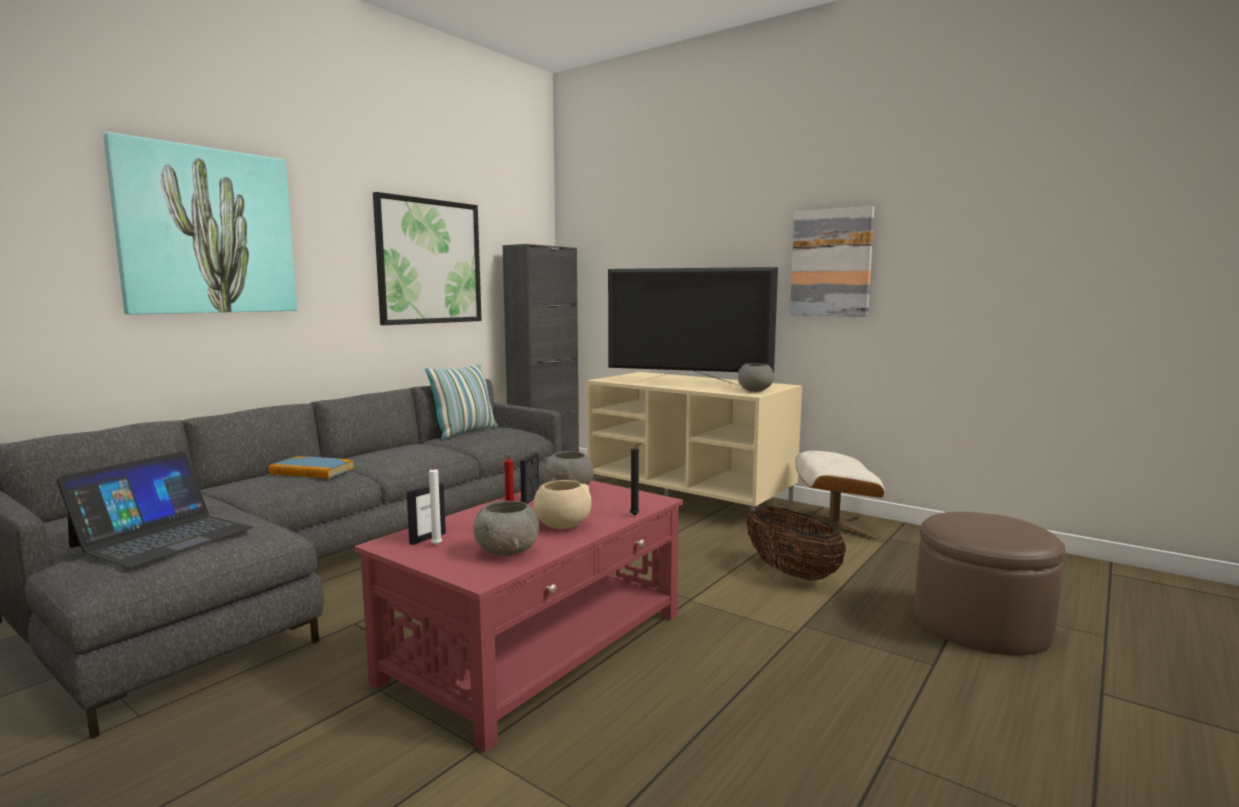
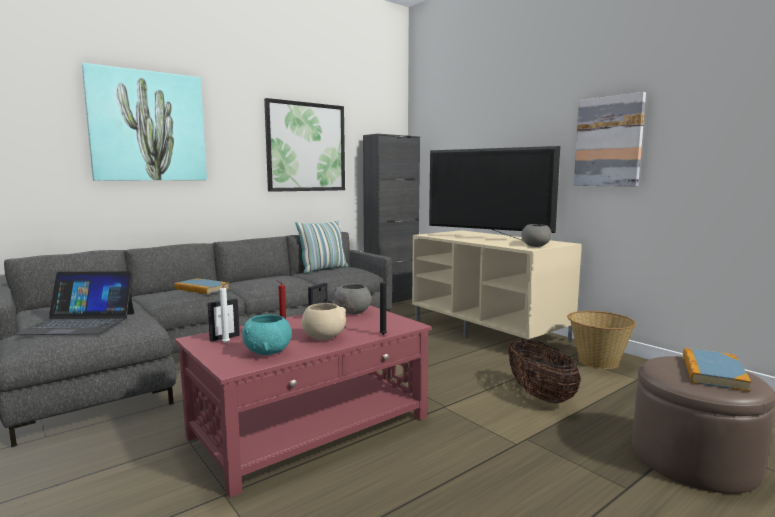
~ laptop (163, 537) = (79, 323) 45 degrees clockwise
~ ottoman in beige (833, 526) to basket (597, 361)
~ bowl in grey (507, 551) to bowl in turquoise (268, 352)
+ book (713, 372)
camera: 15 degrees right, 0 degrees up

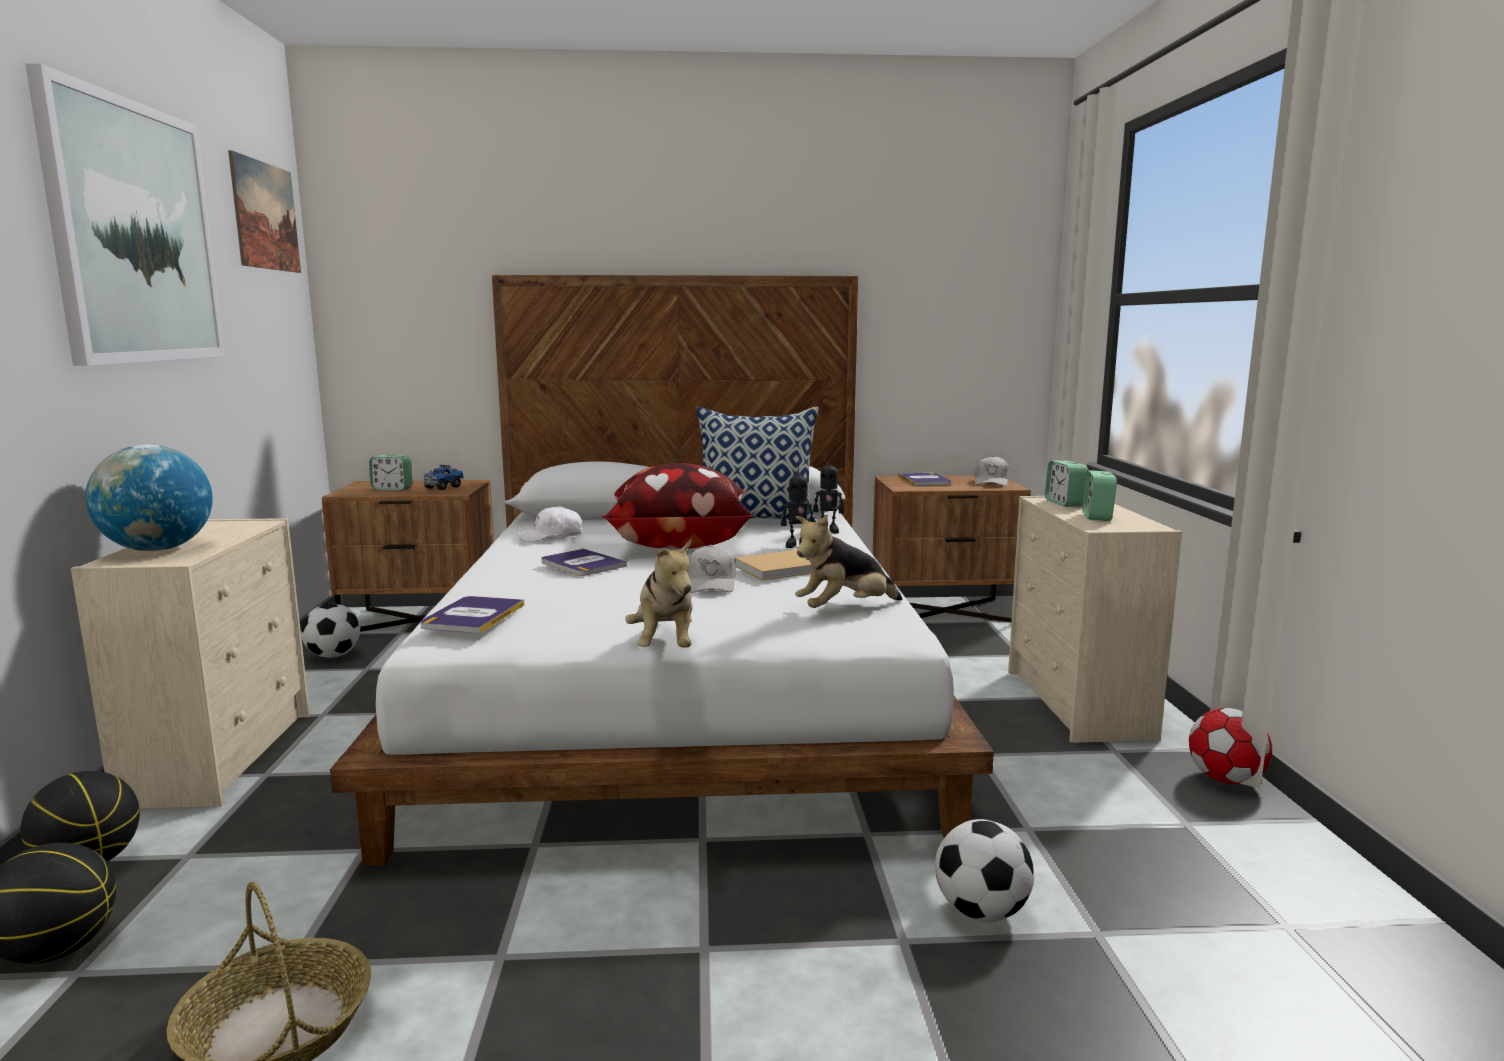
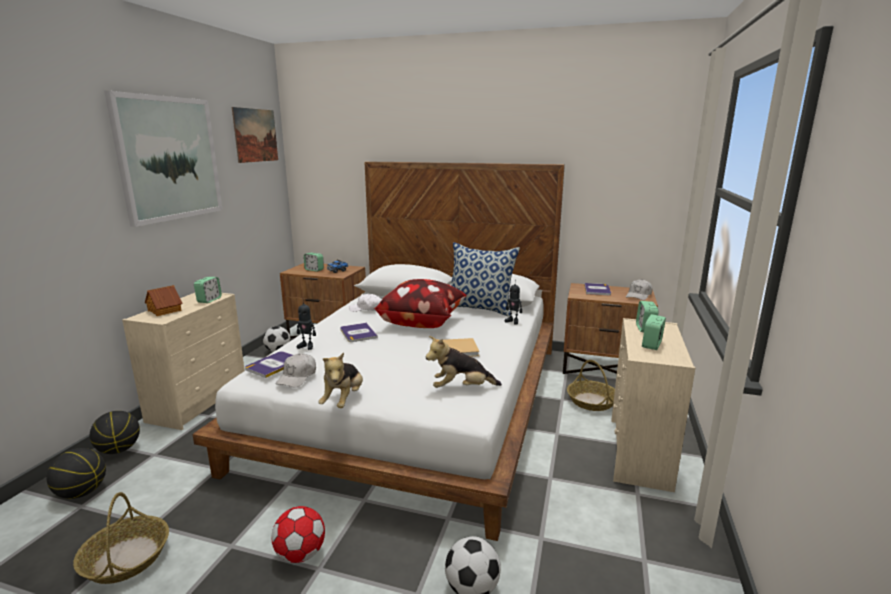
~ globe (157, 549) to toy house (164, 310)
~ toy robot (797, 545) to (307, 346)
~ cap in white (711, 584) to (297, 377)
~ football (1225, 779) to (300, 554)
+ alarm clock (209, 300)
+ basket (592, 401)
camera: 20 degrees right, 5 degrees up

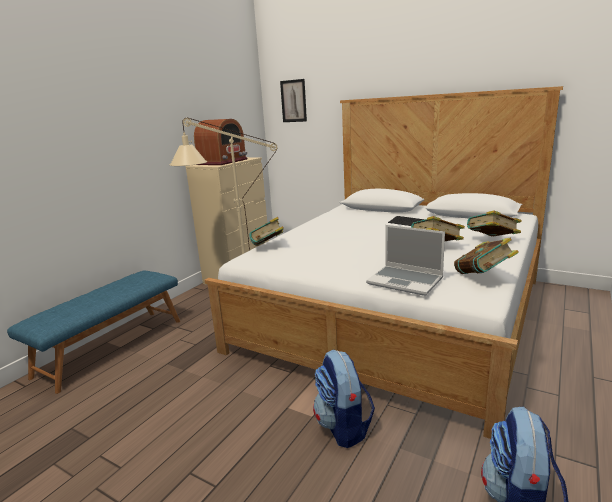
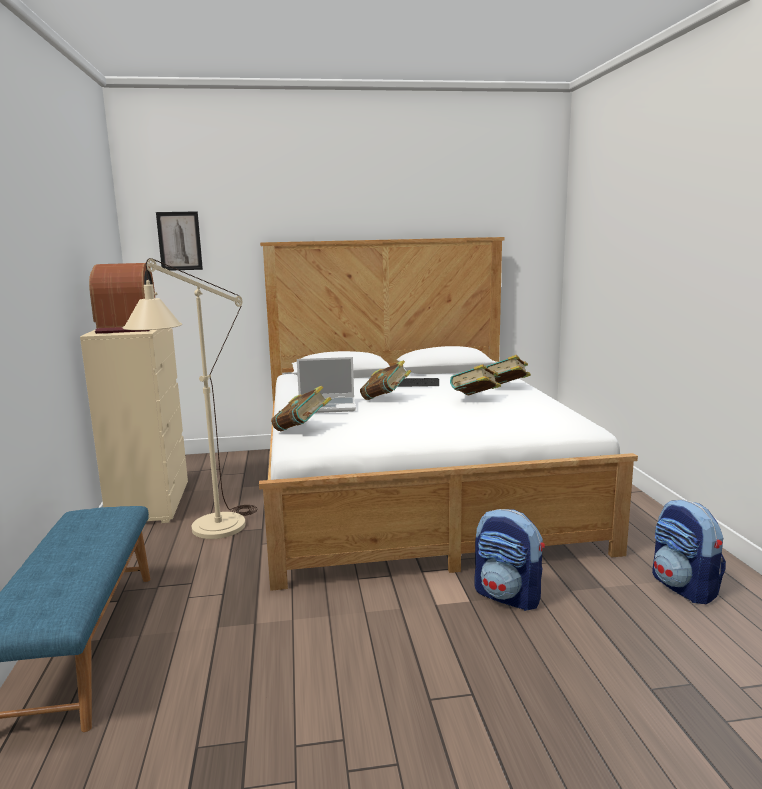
~ laptop (406, 281) to (327, 406)
~ book (483, 277) to (385, 399)
camera: 40 degrees left, 5 degrees down

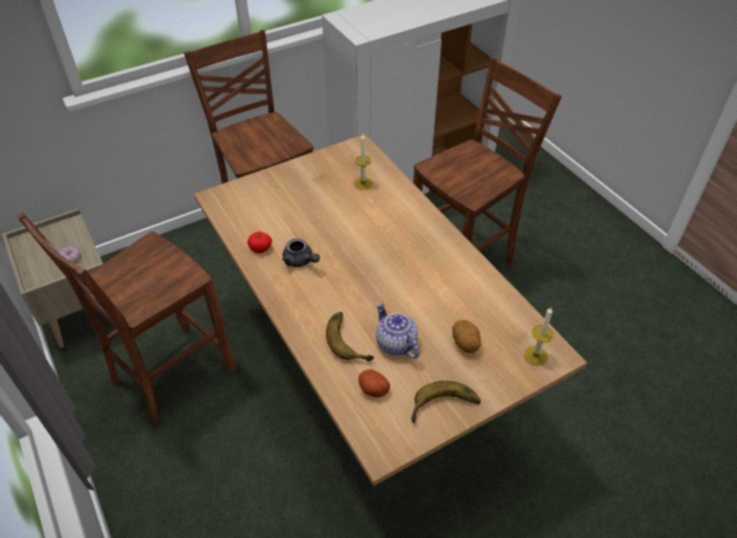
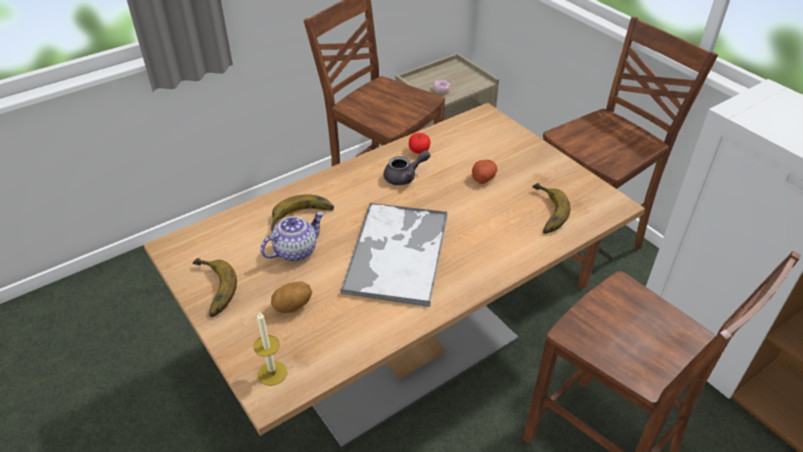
~ candle (363, 183) to banana (543, 212)
~ teapot in grey (300, 261) = (405, 177) 150 degrees counterclockwise
~ potato (372, 388) to (483, 177)
+ tray (397, 252)
camera: 85 degrees right, 5 degrees down

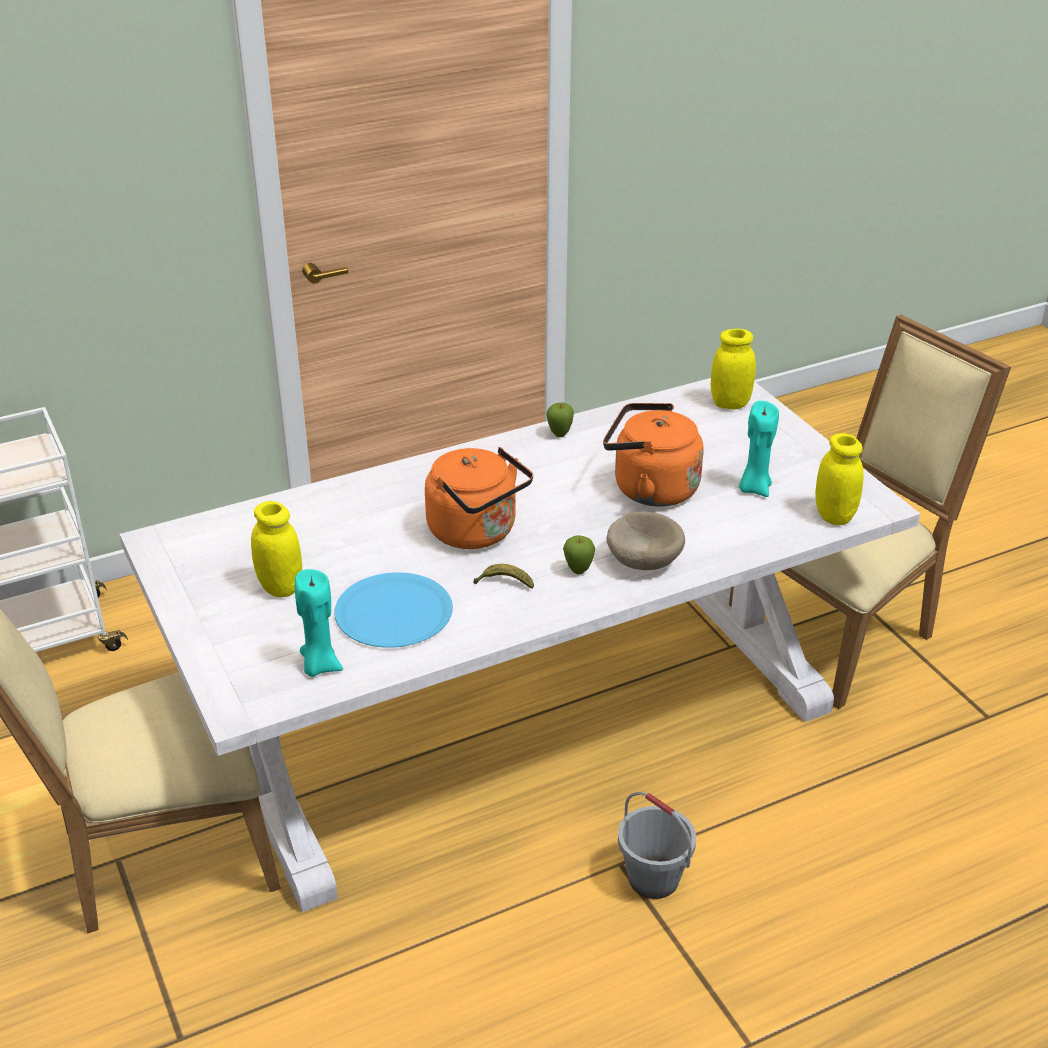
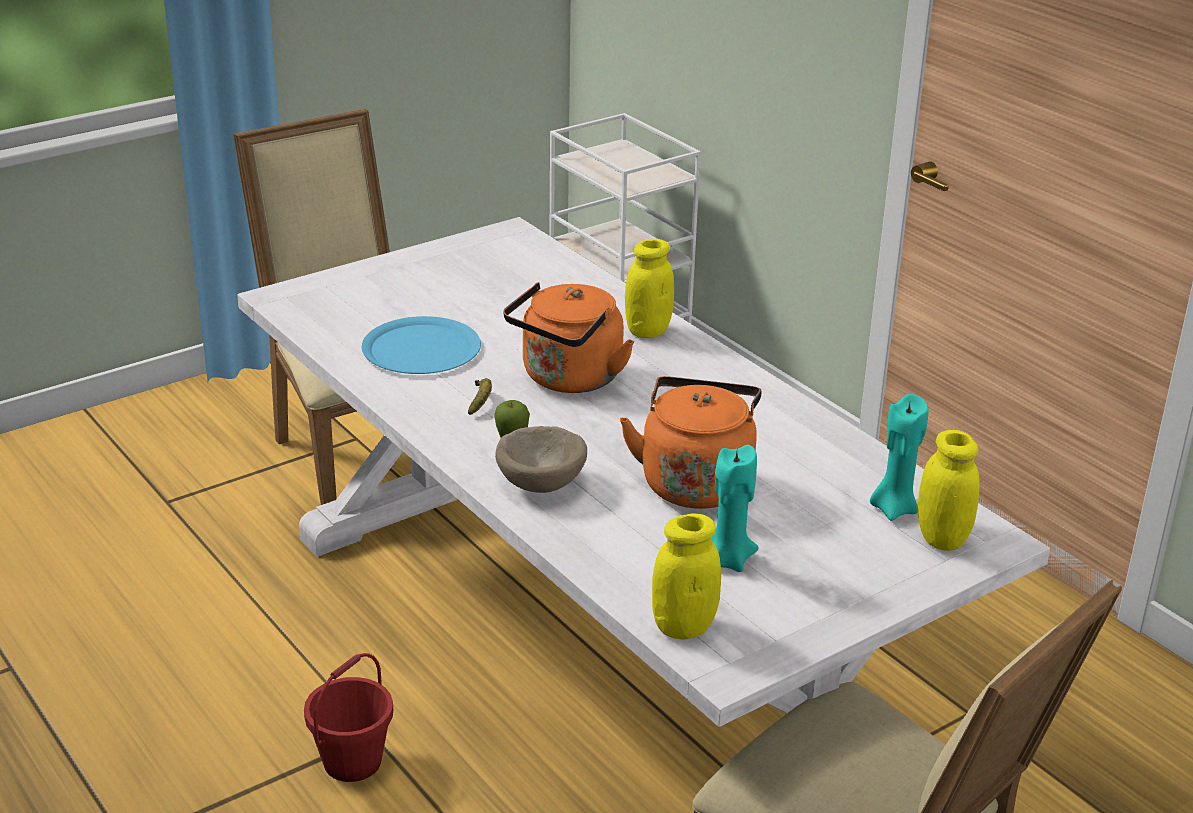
- apple (559, 435)
~ jar in yellow (280, 587) to (647, 331)
~ candle in turquoise (319, 666) to (893, 508)
~ bucket in grey (652, 879) to bucket in red (352, 761)
camera: 80 degrees right, 5 degrees down

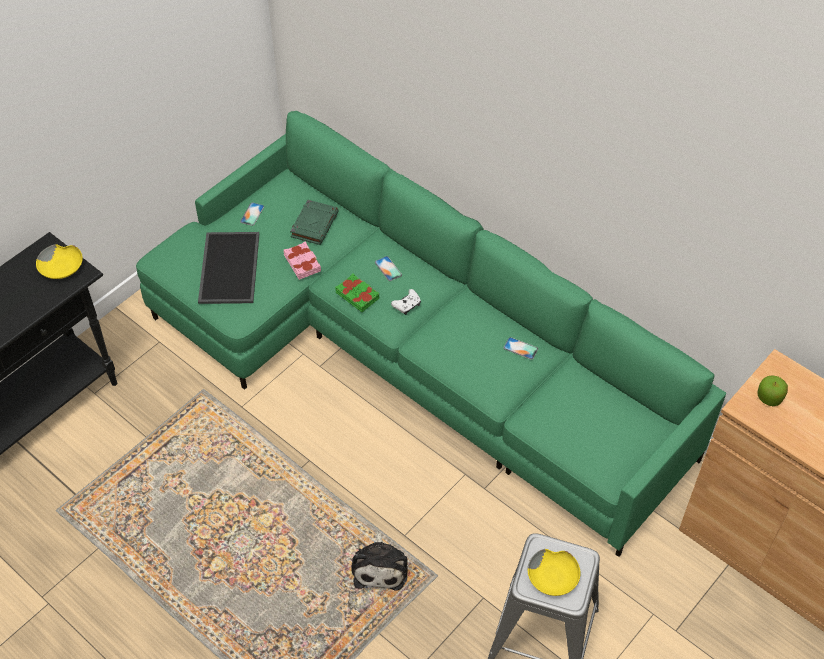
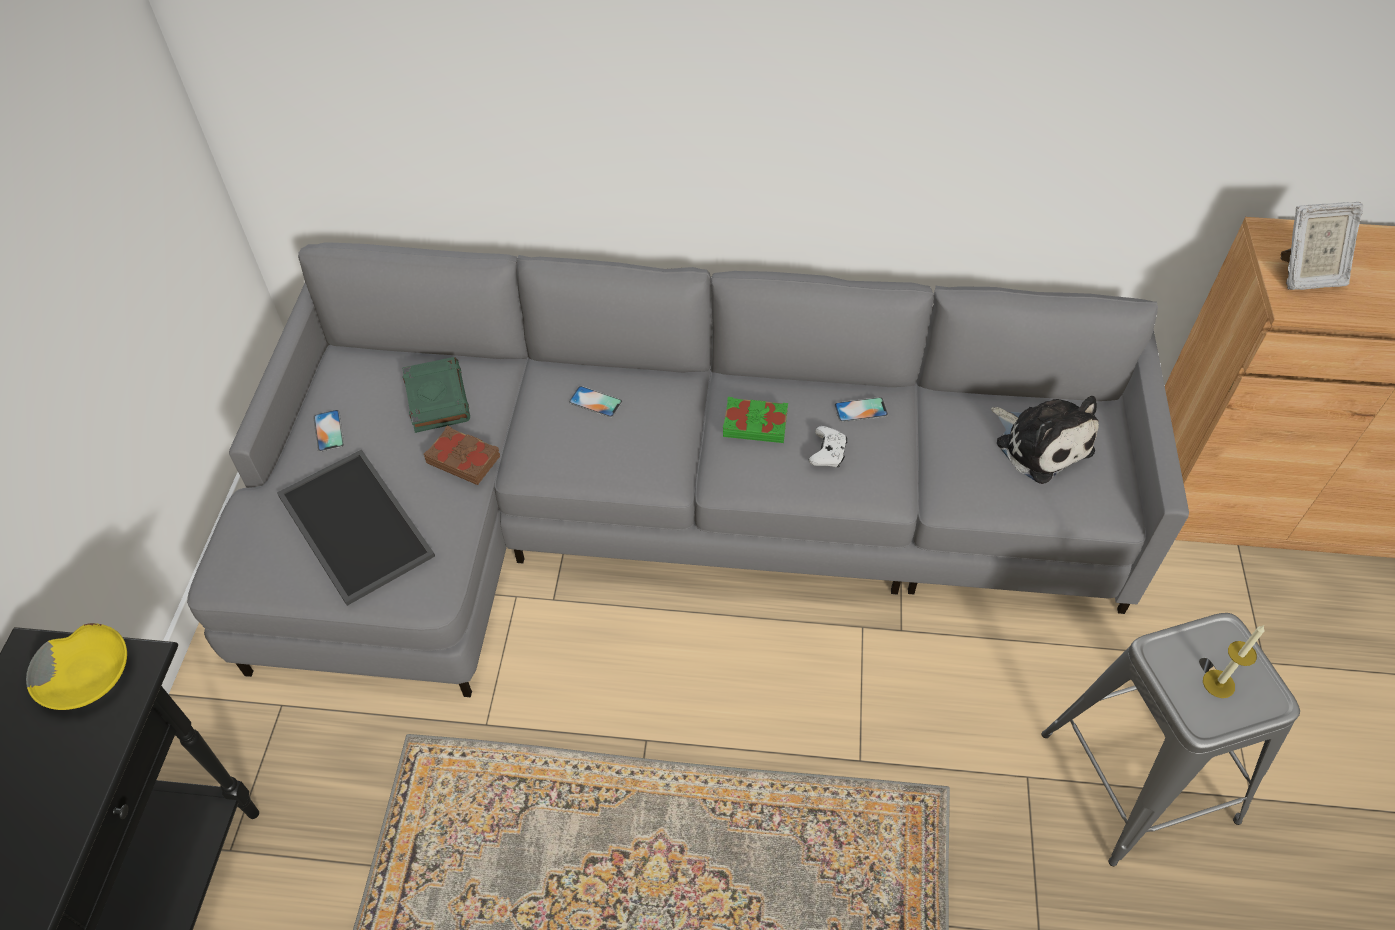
~ sofa in green (410, 355) to sofa in grey (662, 514)
~ book in pink (303, 263) to book in brown (464, 459)
~ book in green (357, 295) to (755, 424)
~ game controller in white (407, 305) to (828, 453)
~ apple (769, 397) to picture frame (1306, 275)
~ plush toy (380, 566) to (1040, 444)
~ bowl in yellow (554, 577) to candle (1218, 683)
camera: 35 degrees left, 0 degrees up

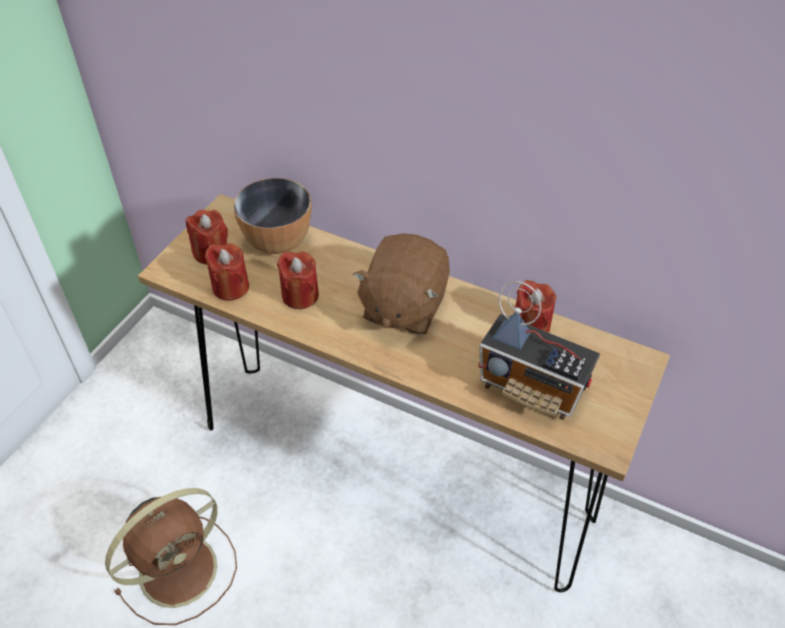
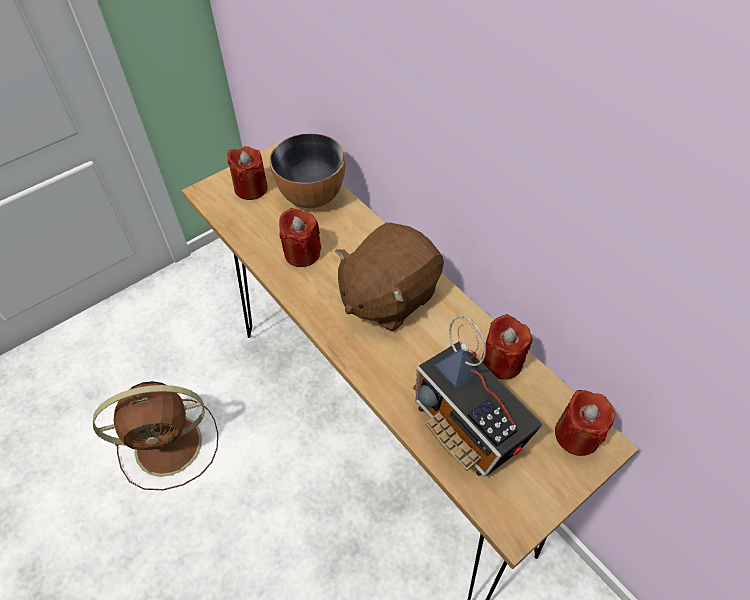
~ candle in red (230, 287) to (577, 435)
camera: 25 degrees right, 5 degrees up

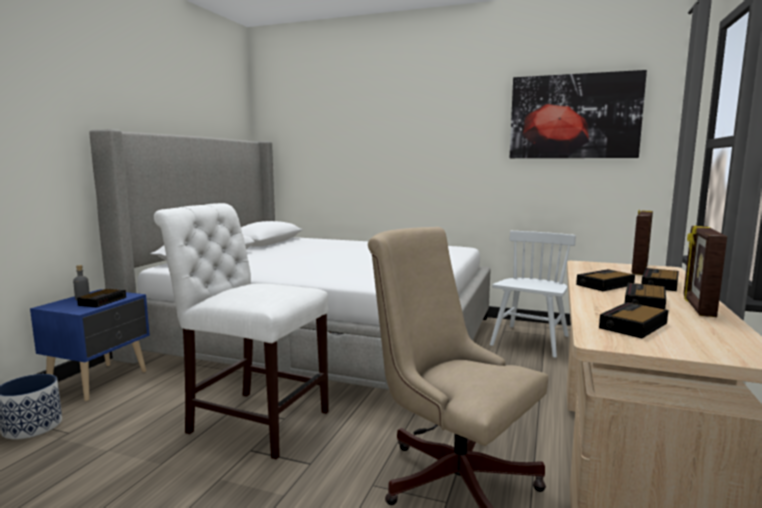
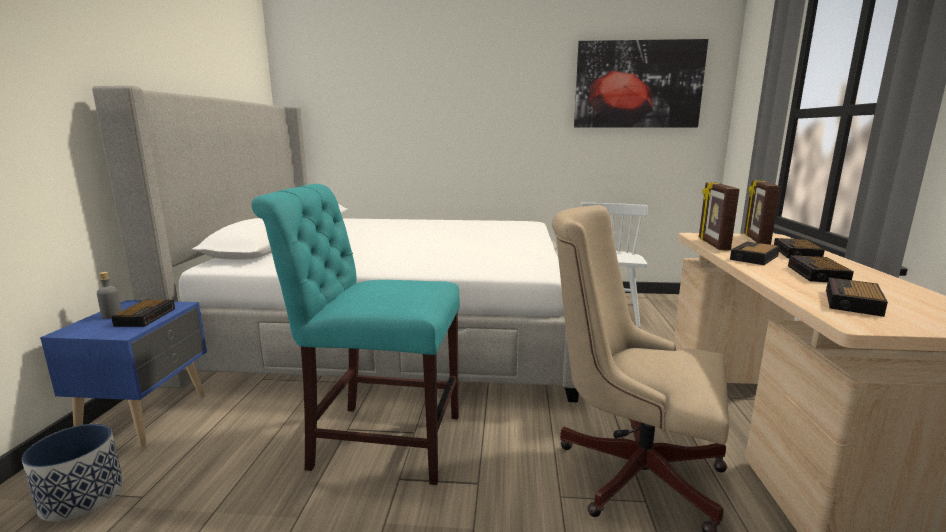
~ chair in white (253, 420) to chair in turquoise (379, 439)
~ picture frame (697, 307) to (712, 244)
camera: 15 degrees left, 5 degrees up

